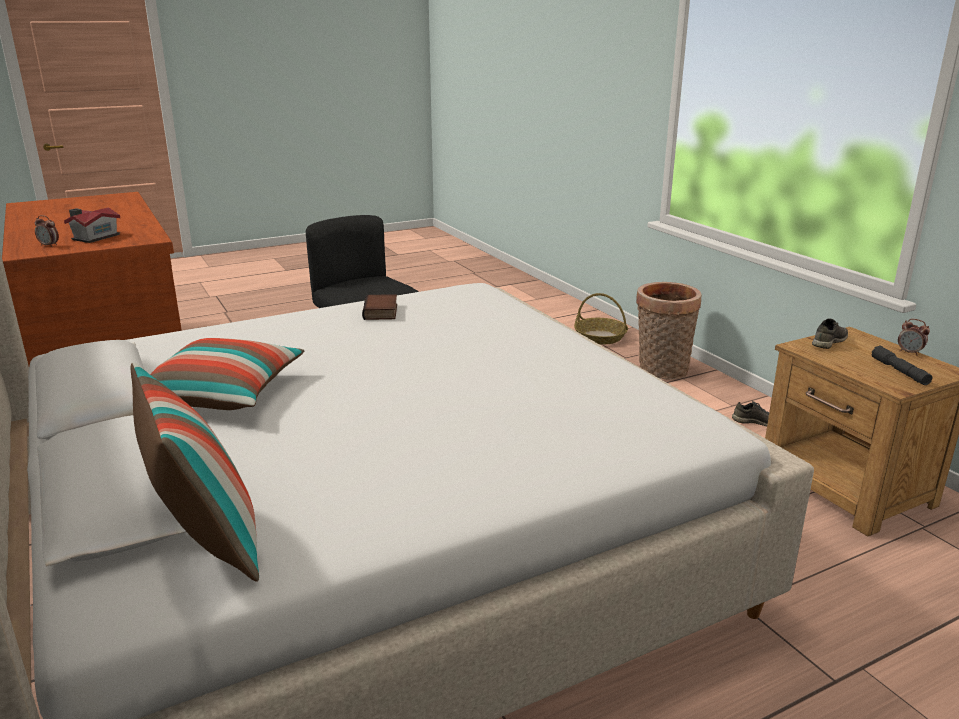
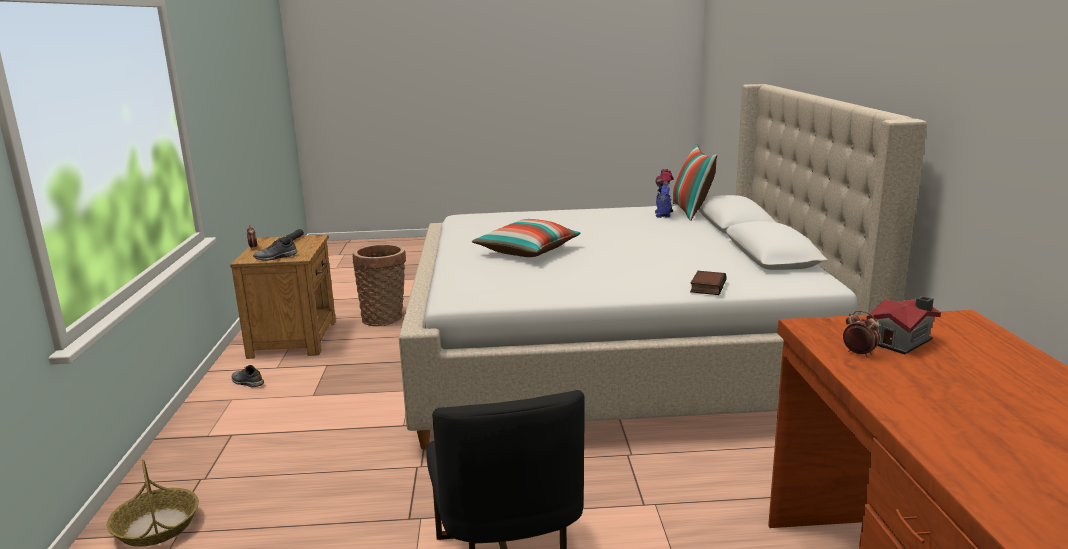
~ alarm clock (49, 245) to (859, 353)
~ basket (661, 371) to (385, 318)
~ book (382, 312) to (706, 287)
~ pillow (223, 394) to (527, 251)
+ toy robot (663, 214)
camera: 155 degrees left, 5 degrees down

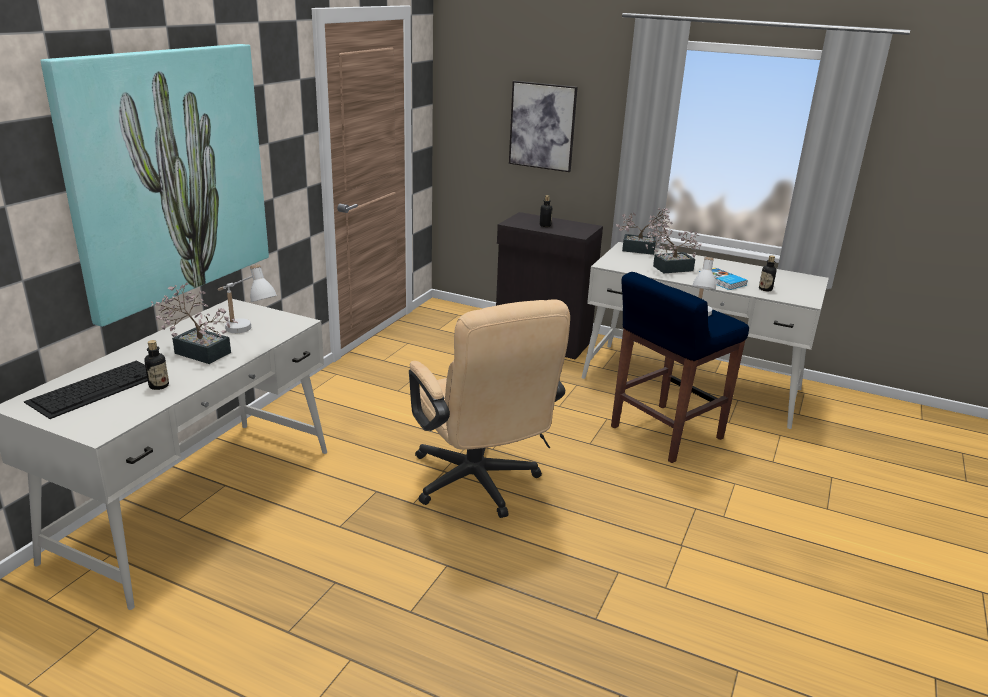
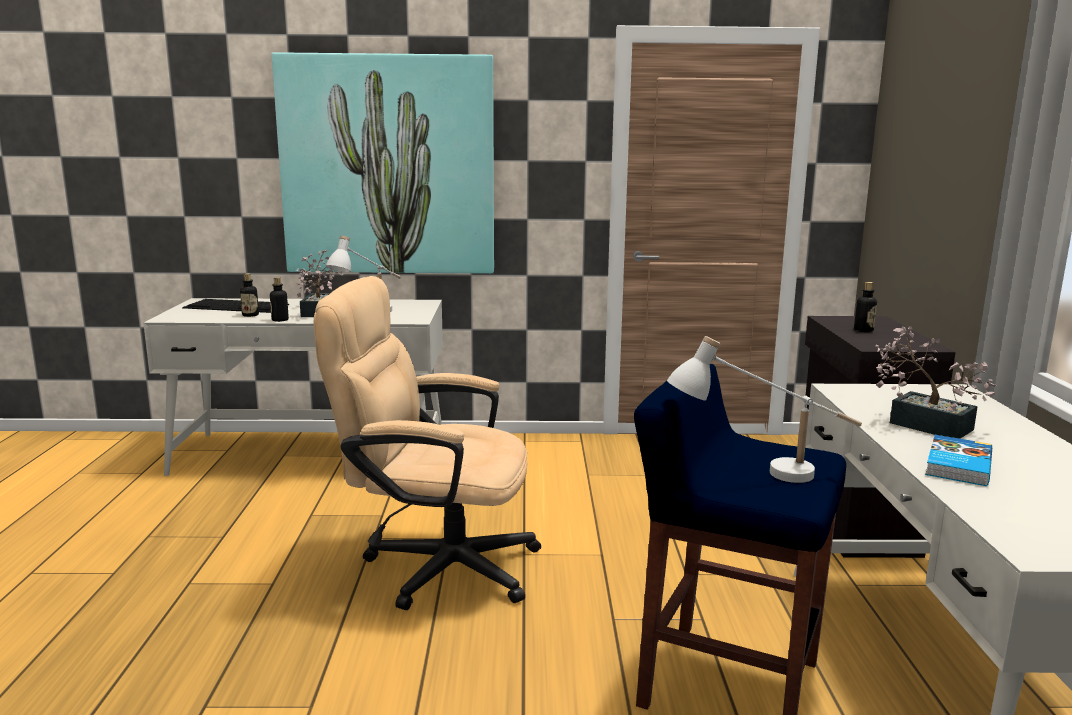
- picture (542, 126)
- potted plant (643, 250)
~ bottle (765, 289) to (280, 320)
~ office chair in beige (479, 486) = (435, 565) 60 degrees clockwise
camera: 65 degrees right, 10 degrees down

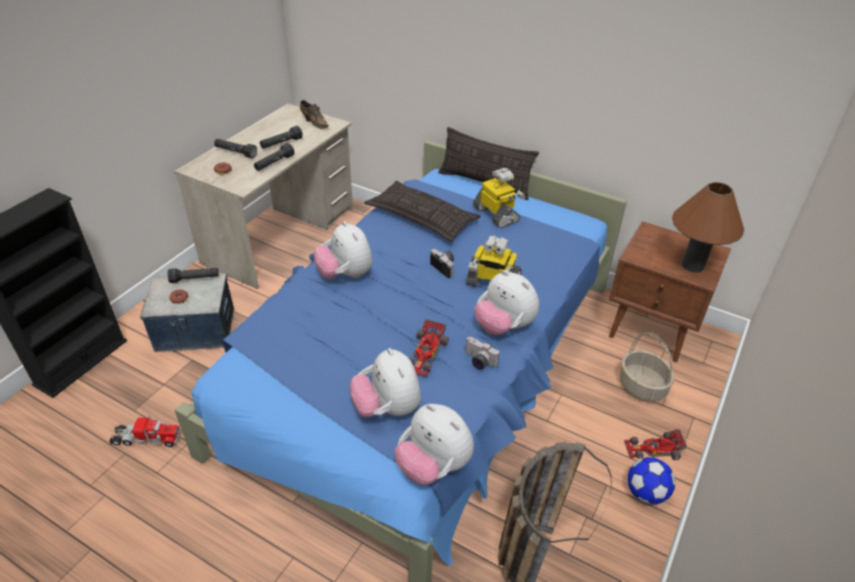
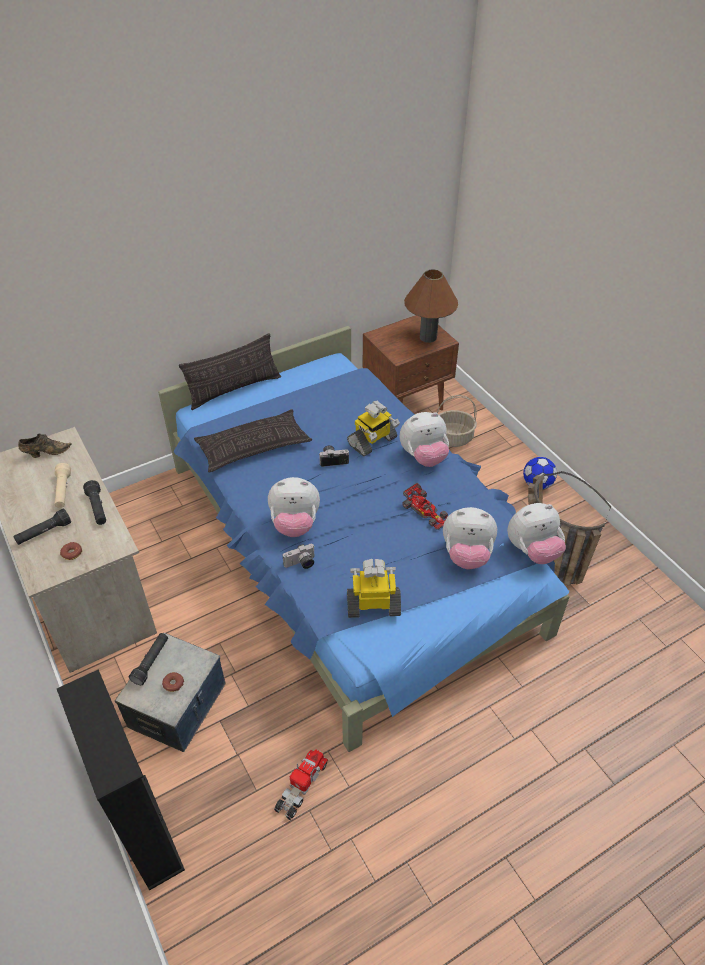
~ flashlight in black (281, 144) to flashlight in beige (63, 491)
~ toy robot (497, 214) to (373, 604)
~ photo camera (478, 361) to (301, 564)
- toy car (653, 448)
camera: 60 degrees left, 5 degrees up

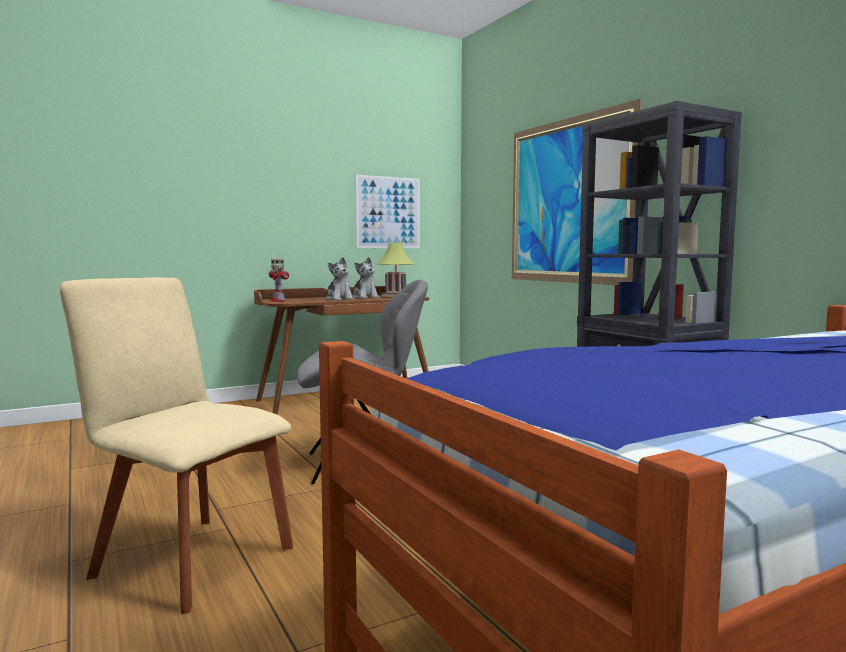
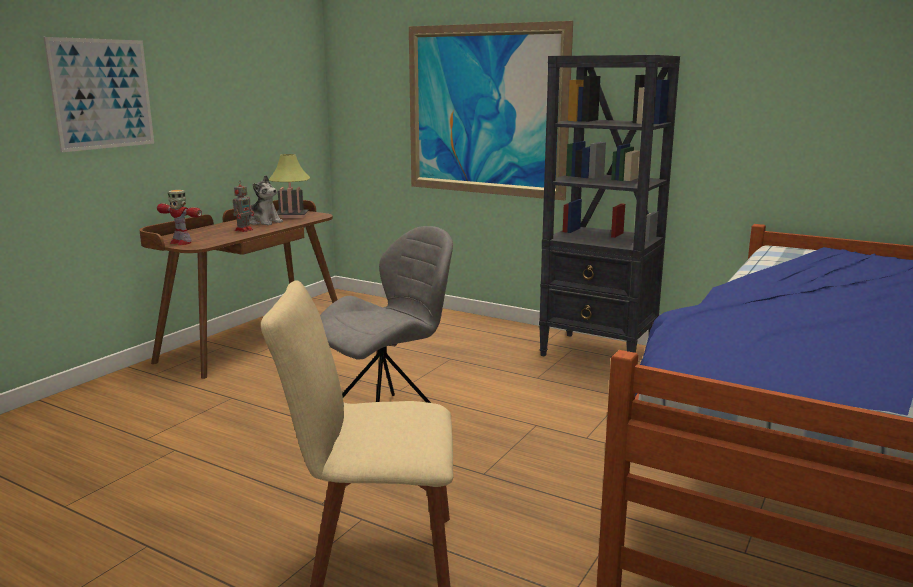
~ picture (388, 212) to (102, 94)
~ plush toy (339, 299) to toy robot (244, 230)
camera: 30 degrees left, 10 degrees up

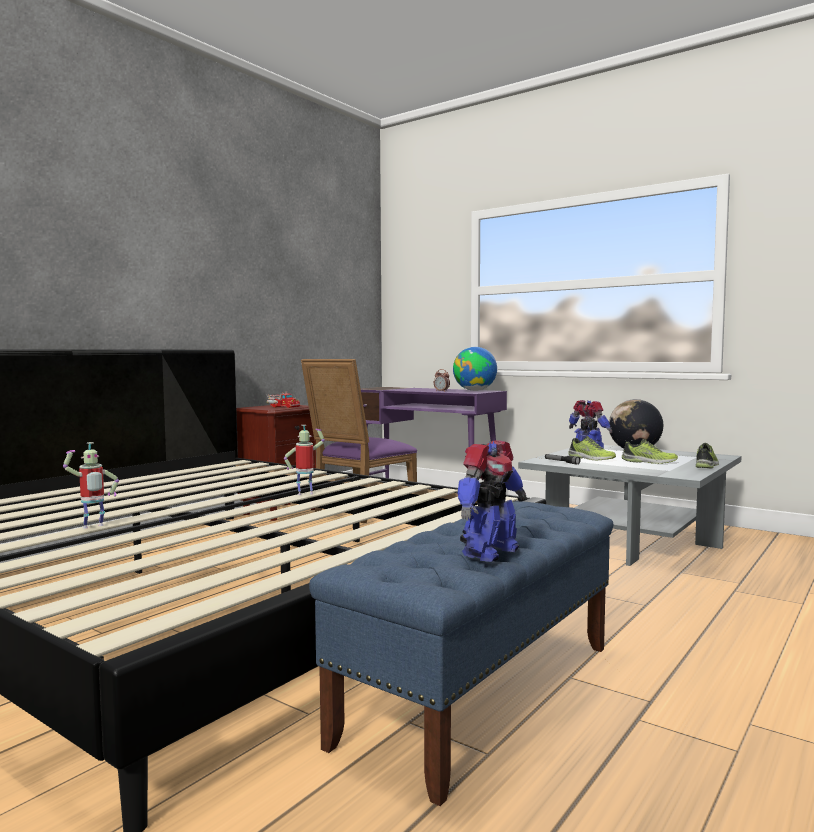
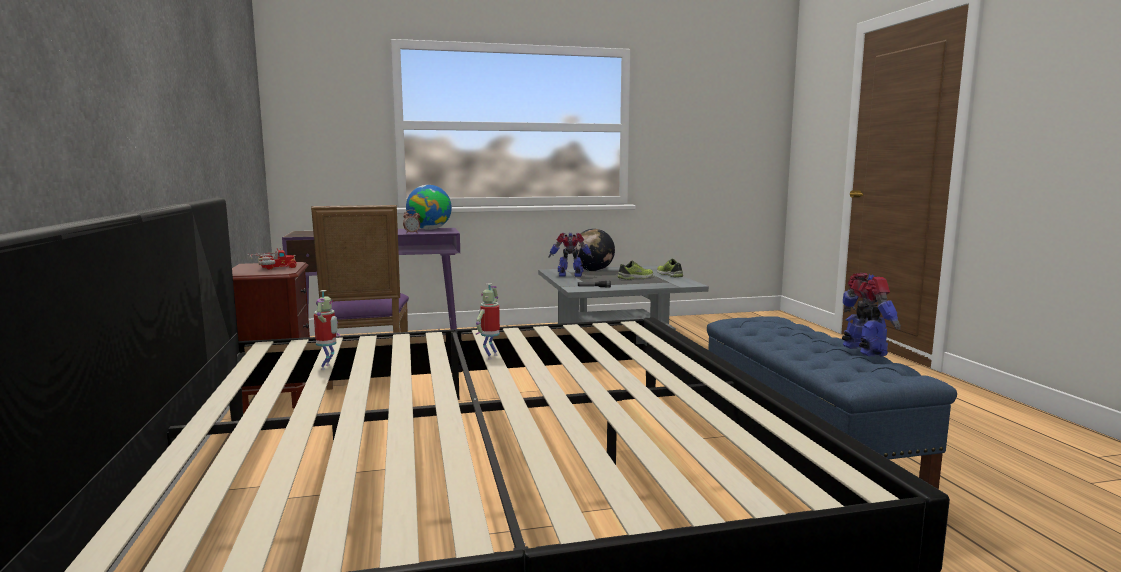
- shoe (590, 458)
~ toy robot (93, 527) to (328, 367)
camera: 50 degrees left, 5 degrees up

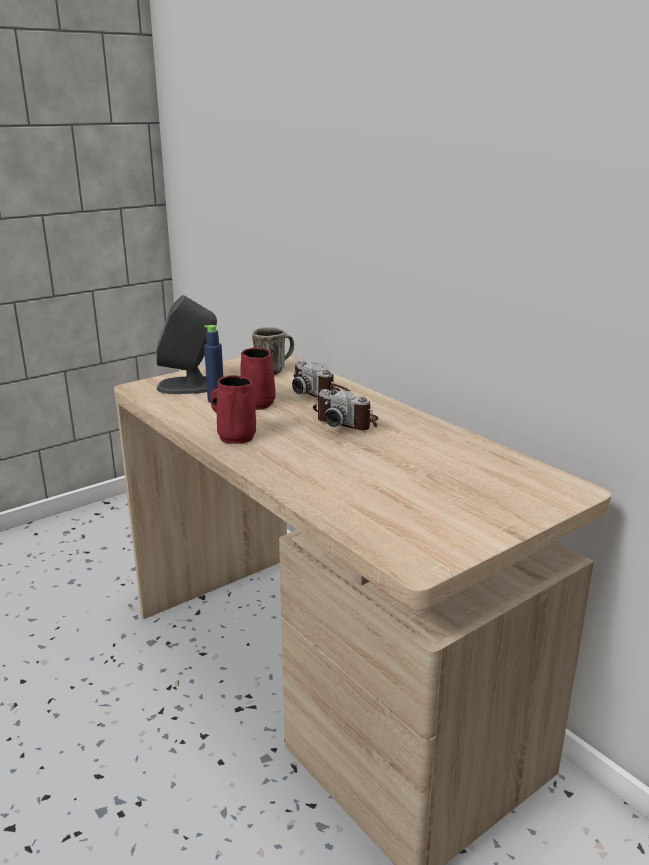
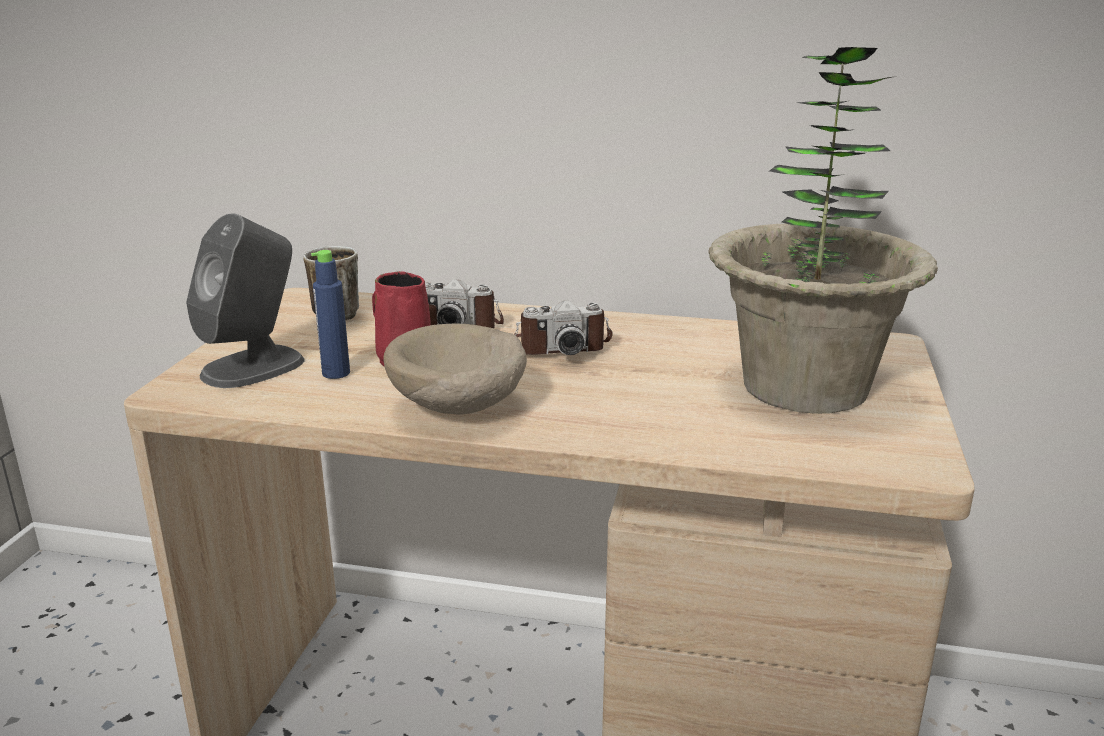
~ mug in red (235, 436) to bowl in beige (457, 409)
+ potted plant (805, 387)
camera: 40 degrees left, 0 degrees up

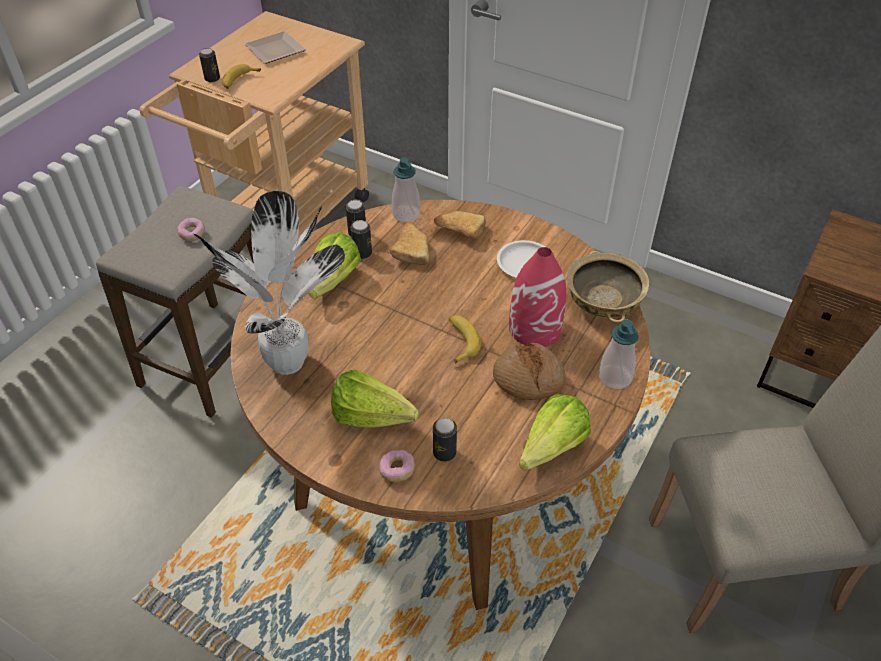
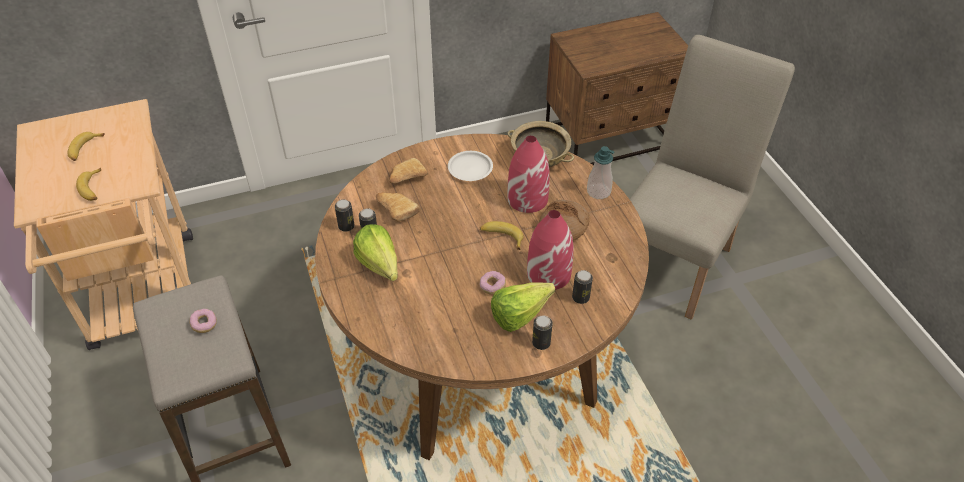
~ plate (275, 52) to banana (84, 149)
~ can (212, 79) to (541, 343)
- soap dispenser (406, 214)
- potted plant (290, 364)
- lettuce (545, 452)
~ donut (397, 470) to (492, 286)
+ vase in red (548, 273)
camera: 50 degrees left, 0 degrees up

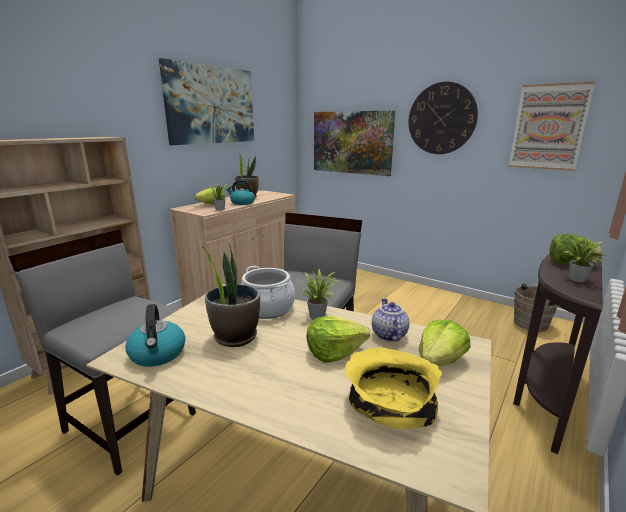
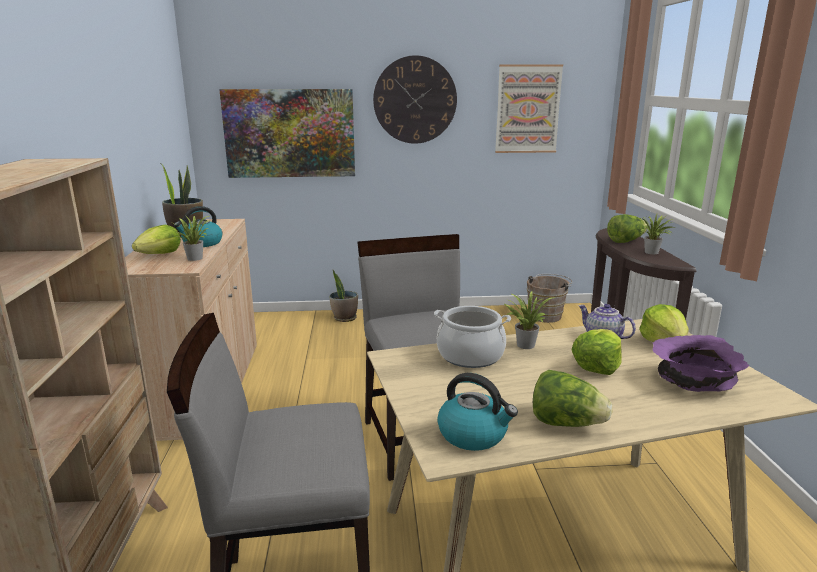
- picture (211, 105)
~ potted plant (235, 336) to (344, 318)
~ bowl in yellow (388, 405) to bowl in purple (693, 382)
+ lettuce (566, 423)
camera: 40 degrees left, 0 degrees up

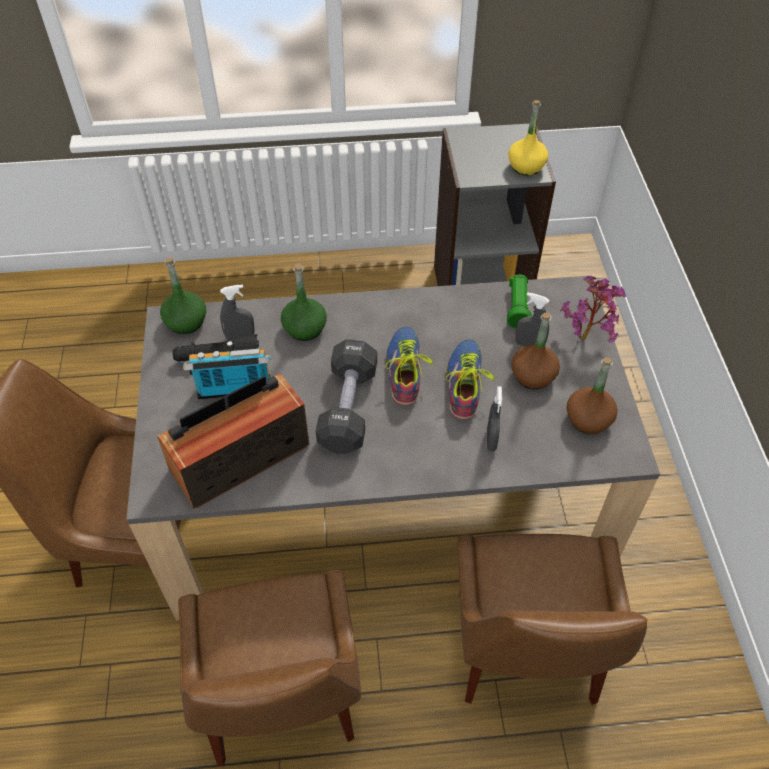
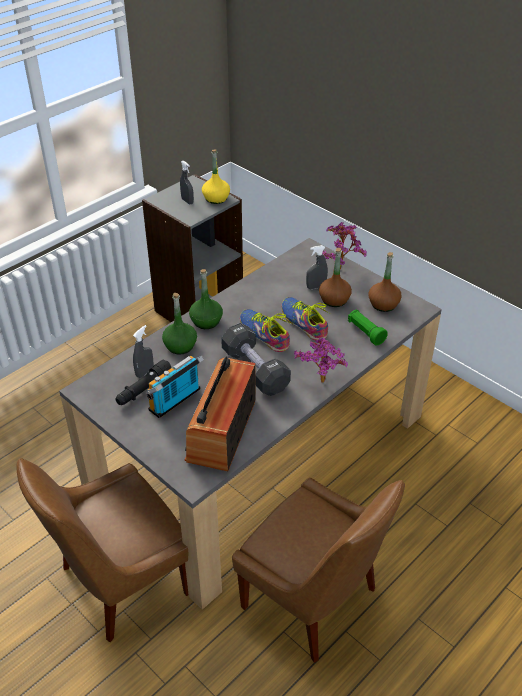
~ bottle in green (186, 322) to (206, 321)
~ flashlight in green (517, 308) to (365, 333)
~ spray bottle in grey (491, 440) to (187, 201)
- chair in brown (526, 653)
+ potted plant (321, 384)
camera: 40 degrees left, 10 degrees down

